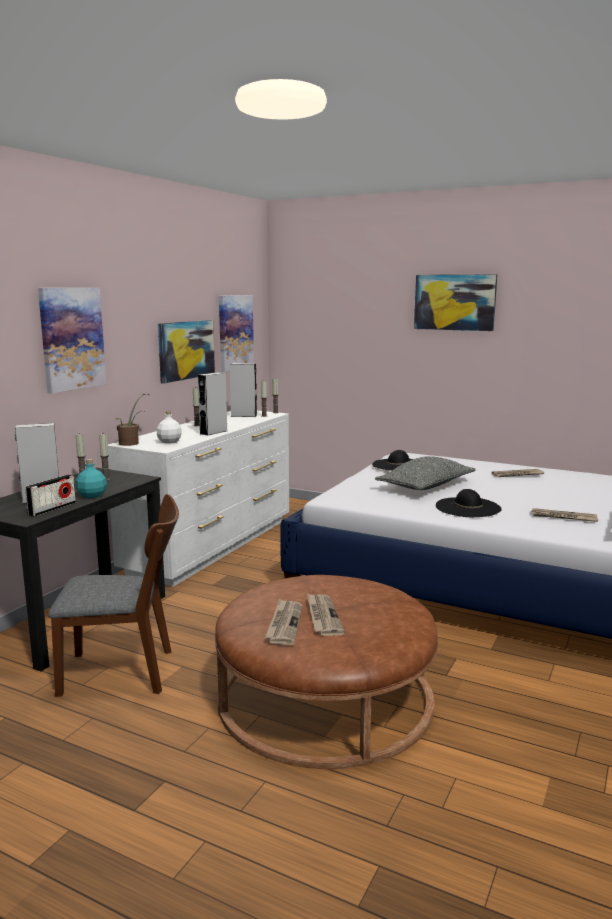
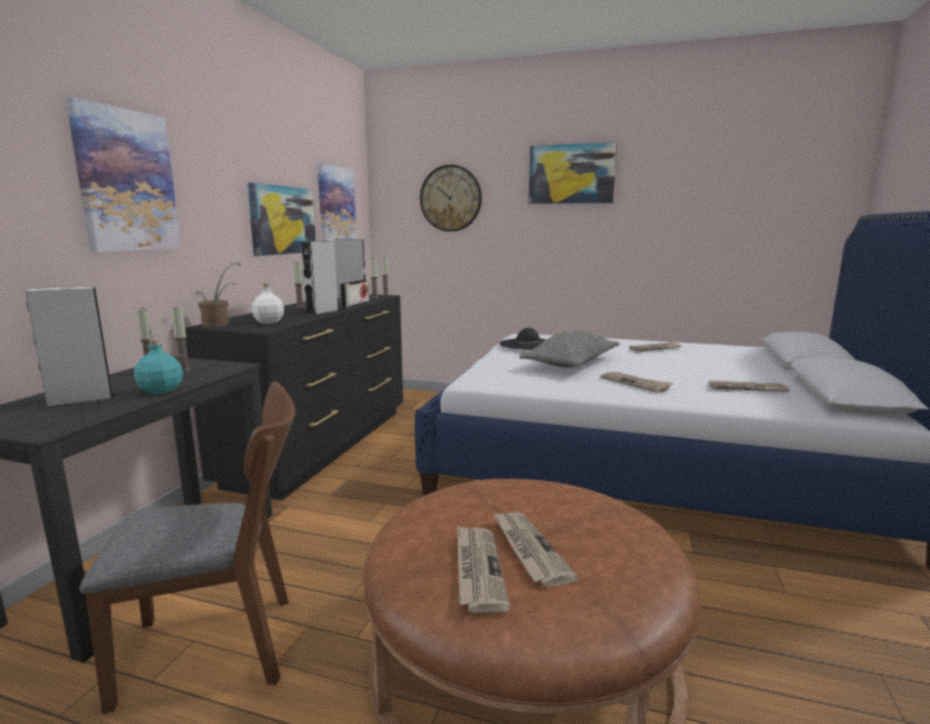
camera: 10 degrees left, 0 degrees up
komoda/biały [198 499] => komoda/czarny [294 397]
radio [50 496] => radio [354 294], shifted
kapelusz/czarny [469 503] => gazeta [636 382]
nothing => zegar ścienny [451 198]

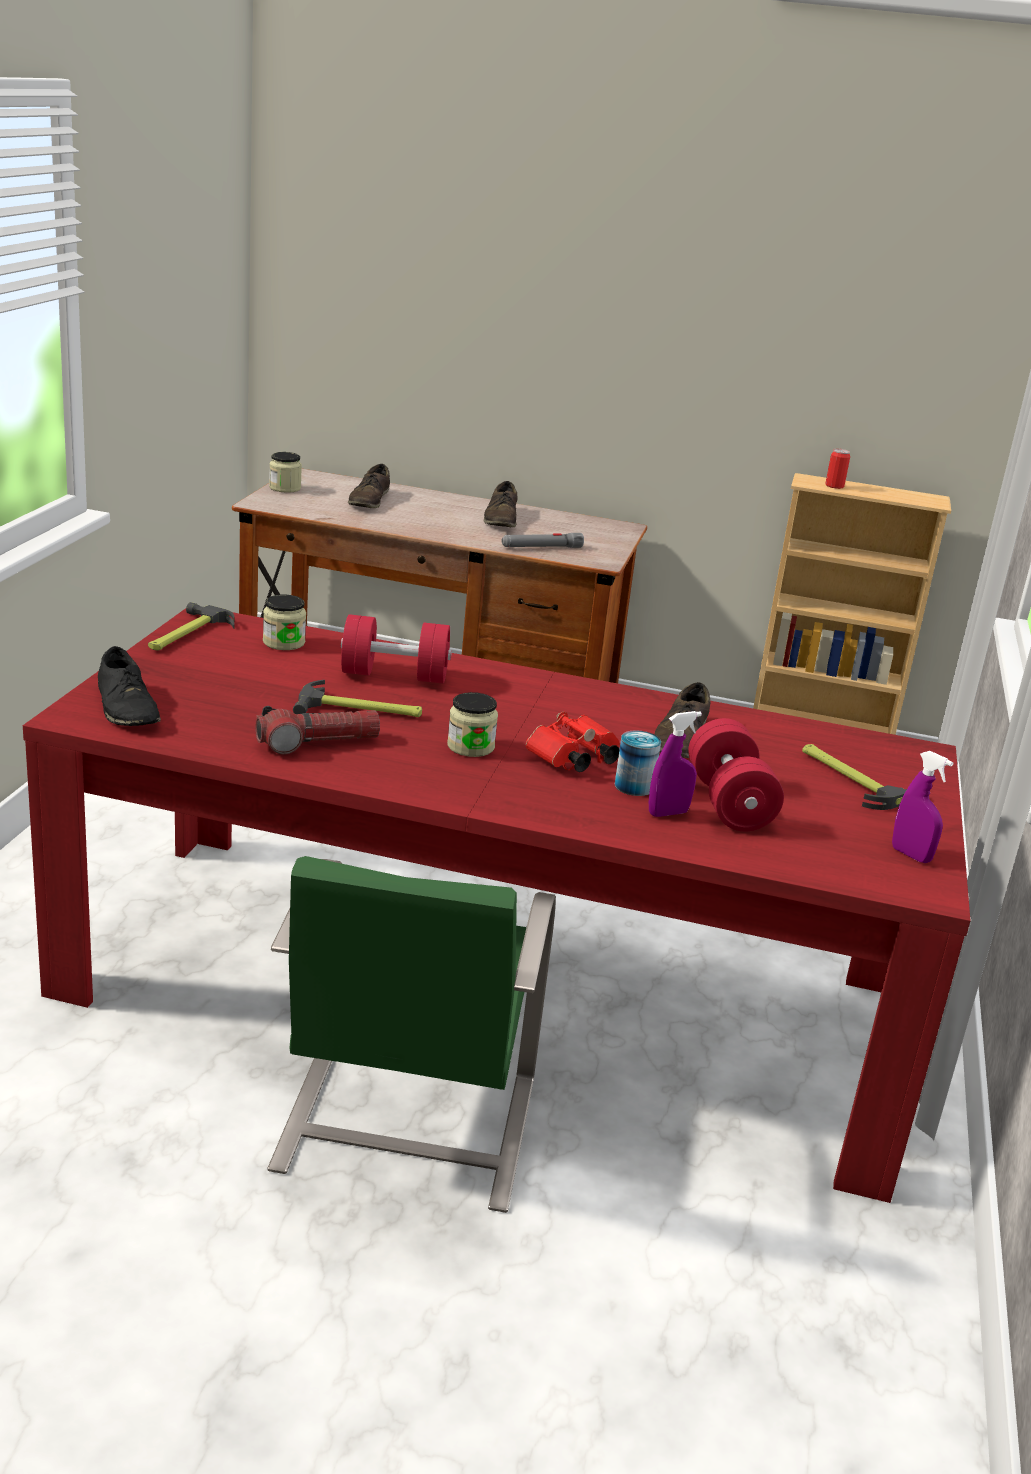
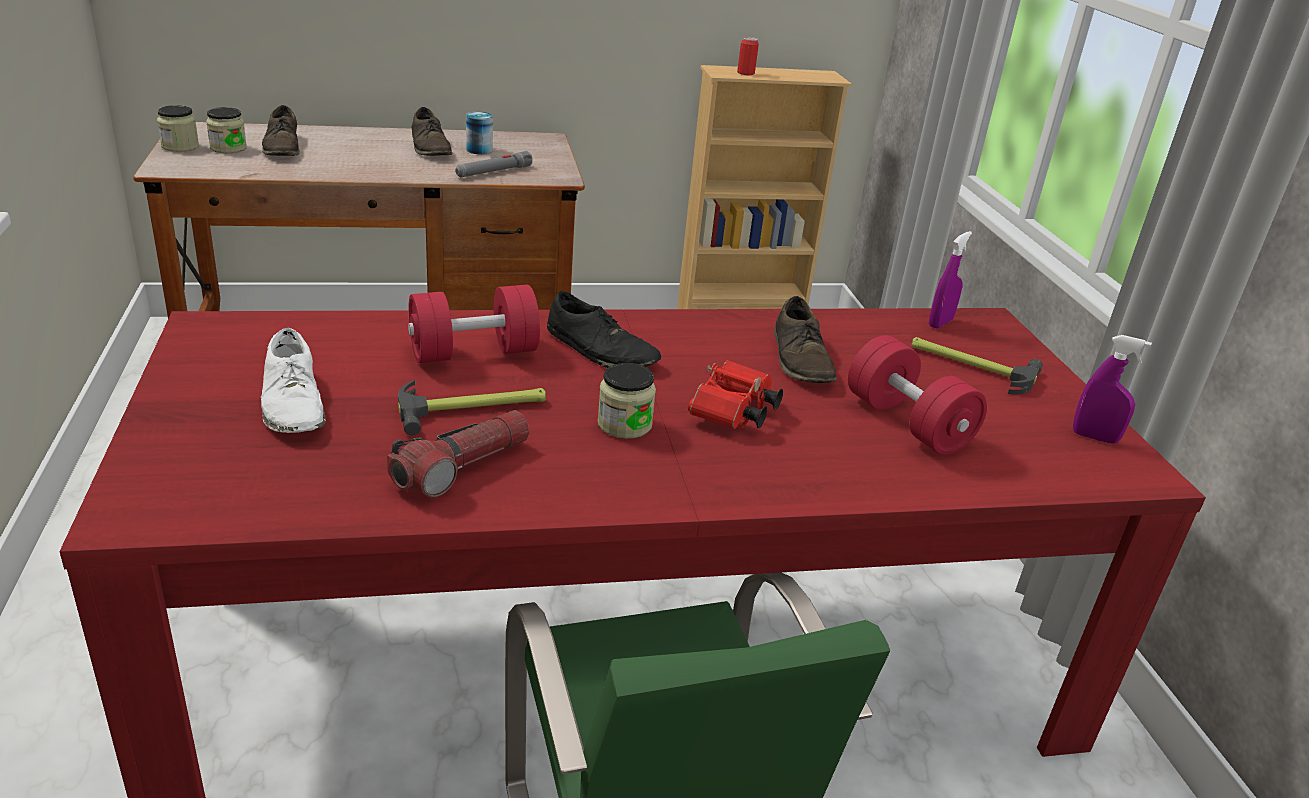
camera: 25 degrees left, 5 degrees up
słoik [284 622] => słoik [226 130], shifted
młotek [191 626] => nothing
but/czarny [129 686] => but/czarny [604 329], shifted
spryskiwacz/fioletowy [675 764] => spryskiwacz/fioletowy [950 279], shifted
puszka [638 763] => puszka [479 133], shifted
nothing => but/biały [293 380]

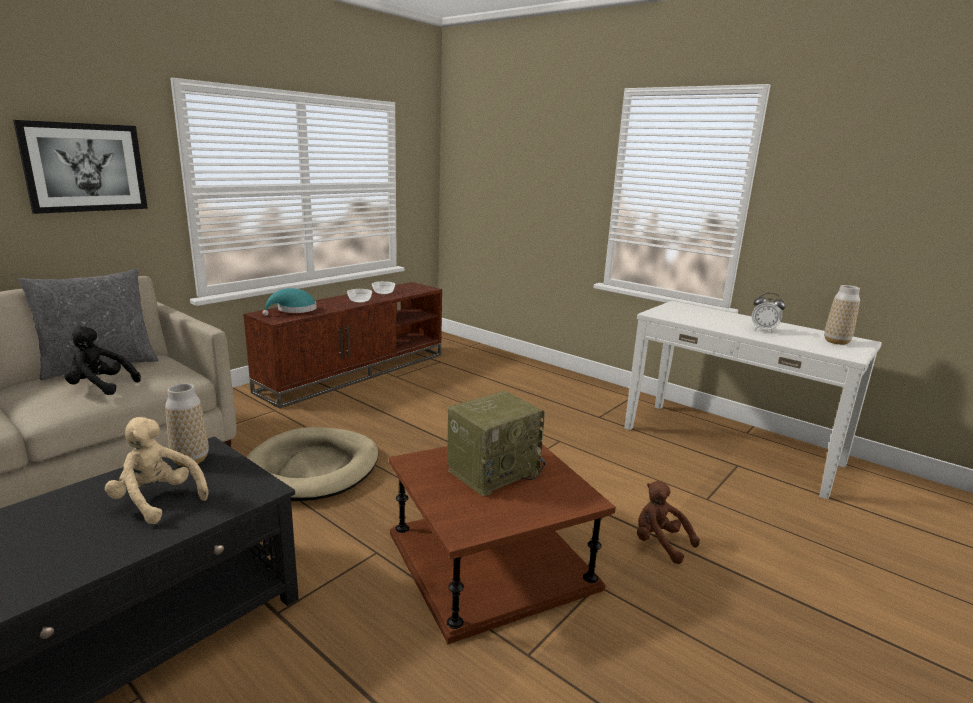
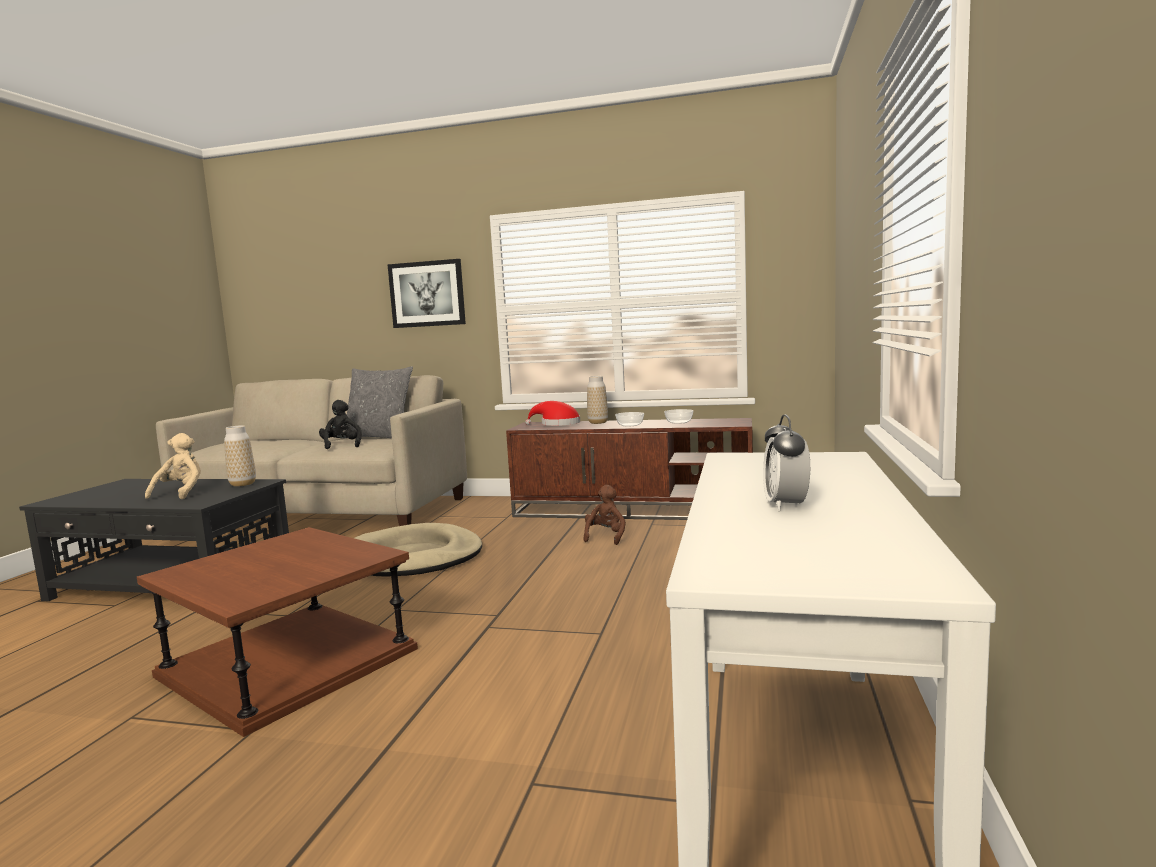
camera: 65 degrees right, 10 degrees down
wazon [842 315] => wazon [597 400], shifted
kapelusz/turkusowy [289 302] => kapelusz/czerwony [552 413]
radio [496 444] => nothing
pluszak/brązowy [668 522] => pluszak/brązowy [604 515], shifted

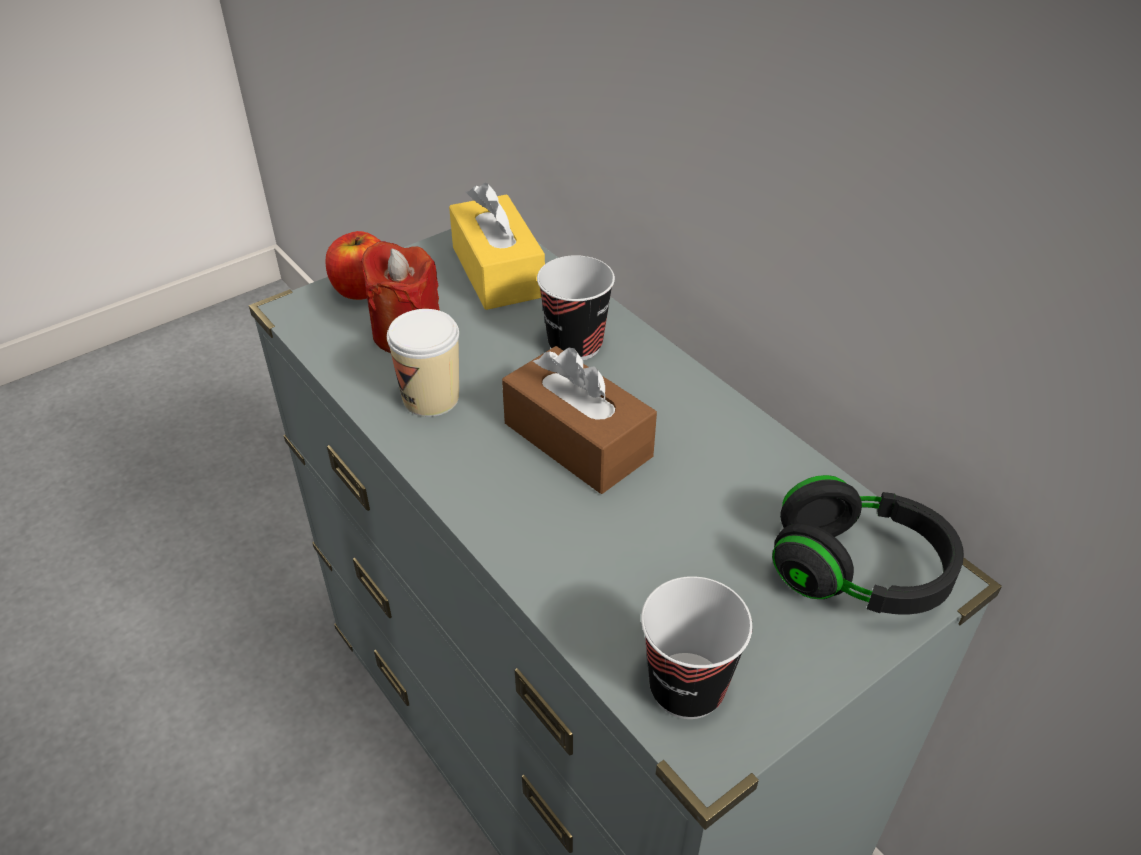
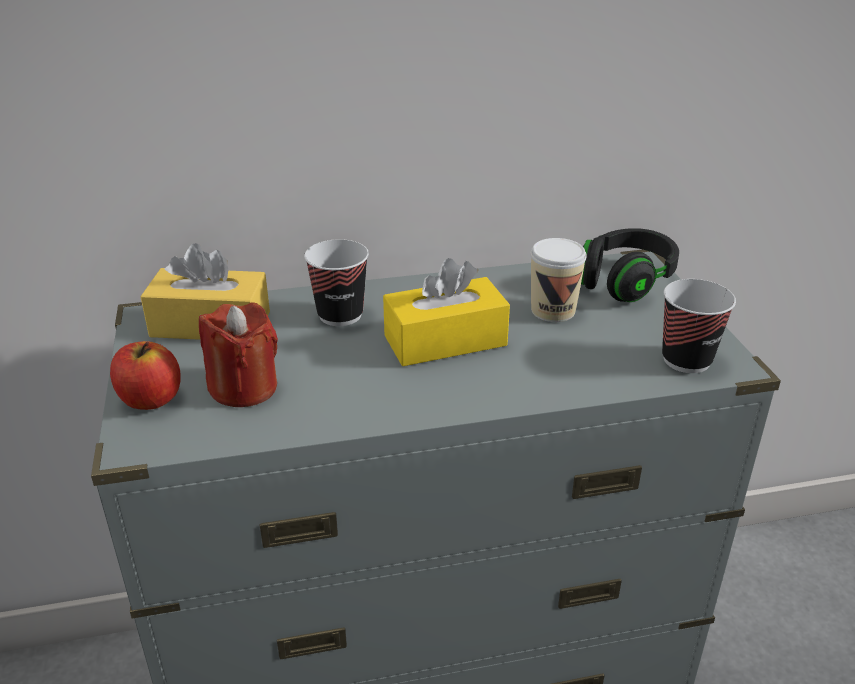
camera: 65 degrees left, 10 degrees down
filiżanka [423 363] => filiżanka [559 280], shifted
pudełko chusteczek/brązowy [579 420] => pudełko chusteczek/żółty [446 312]

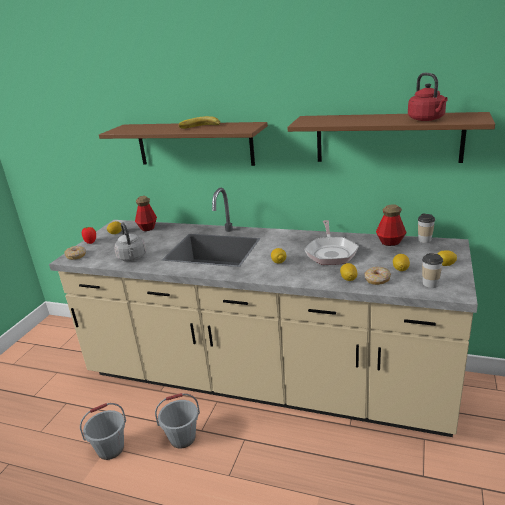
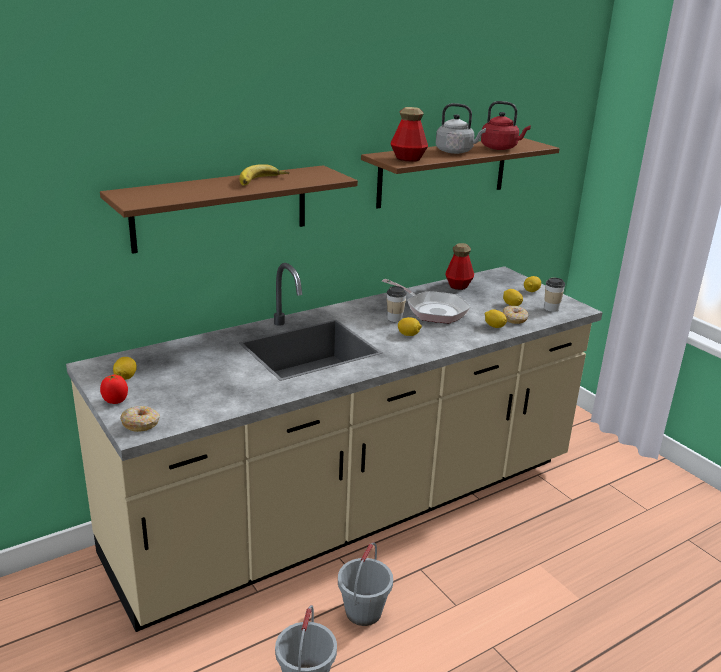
camera: 55 degrees left, 0 degrees up
butelka [146 213] => butelka [409 134], shifted
filiżanka [426 228] => filiżanka [397 304], shifted
czajnik/szary [130 241] => czajnik/szary [461 128], shifted

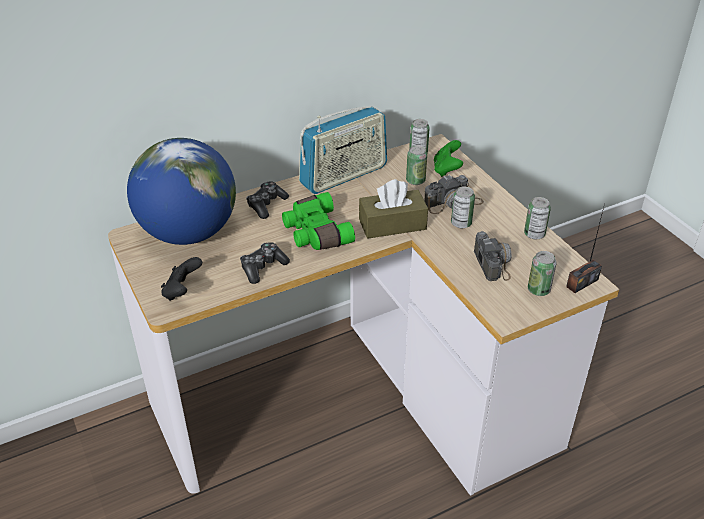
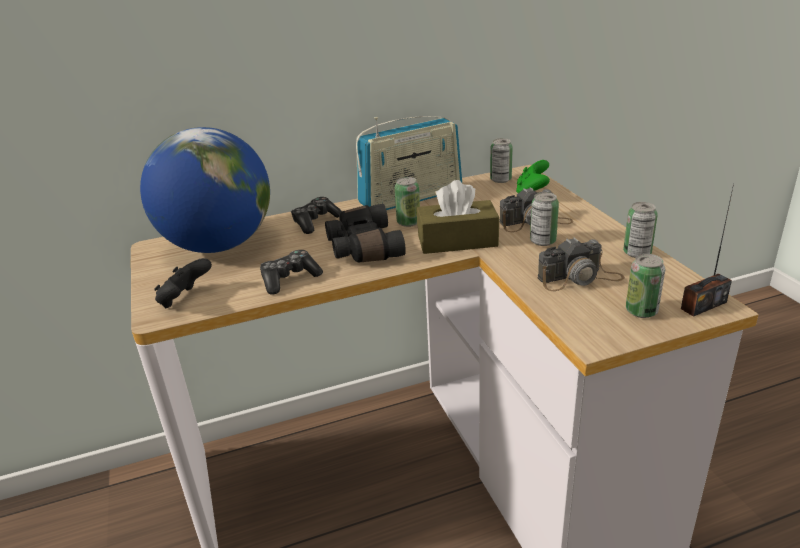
camera: 10 degrees right, 10 degrees down
puszka [416 165] => puszka [407 202], shifted
lornetka/zielony [318 221] => lornetka/czarny [365 233]
aparat fotograficzny [493 256] => aparat fotograficzny [581 264], 75 degrees clockwise

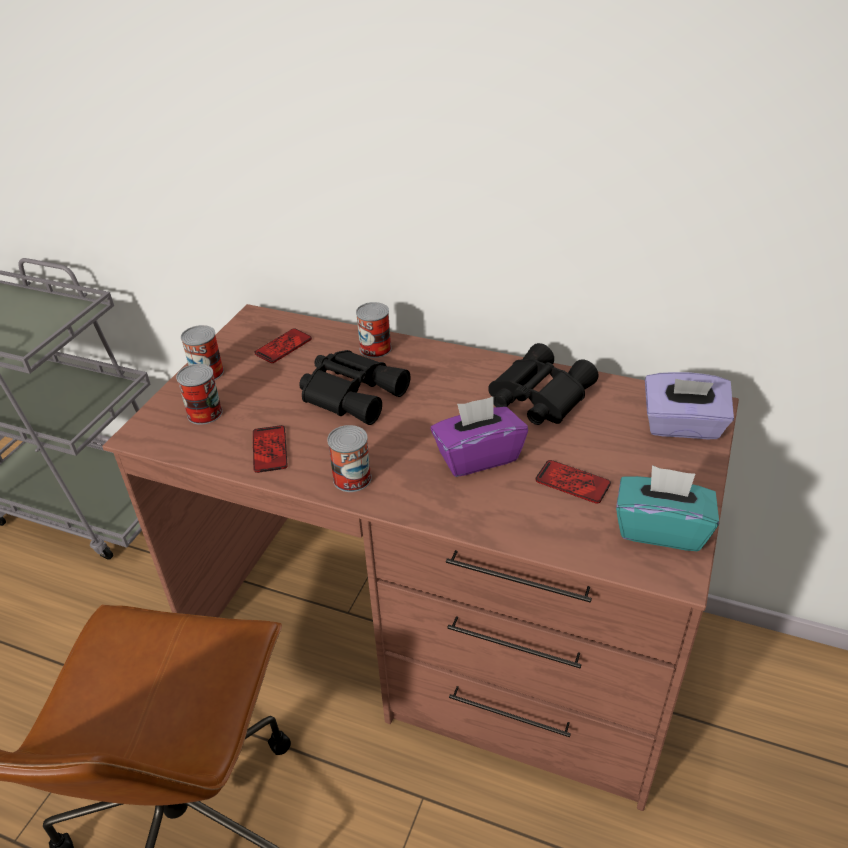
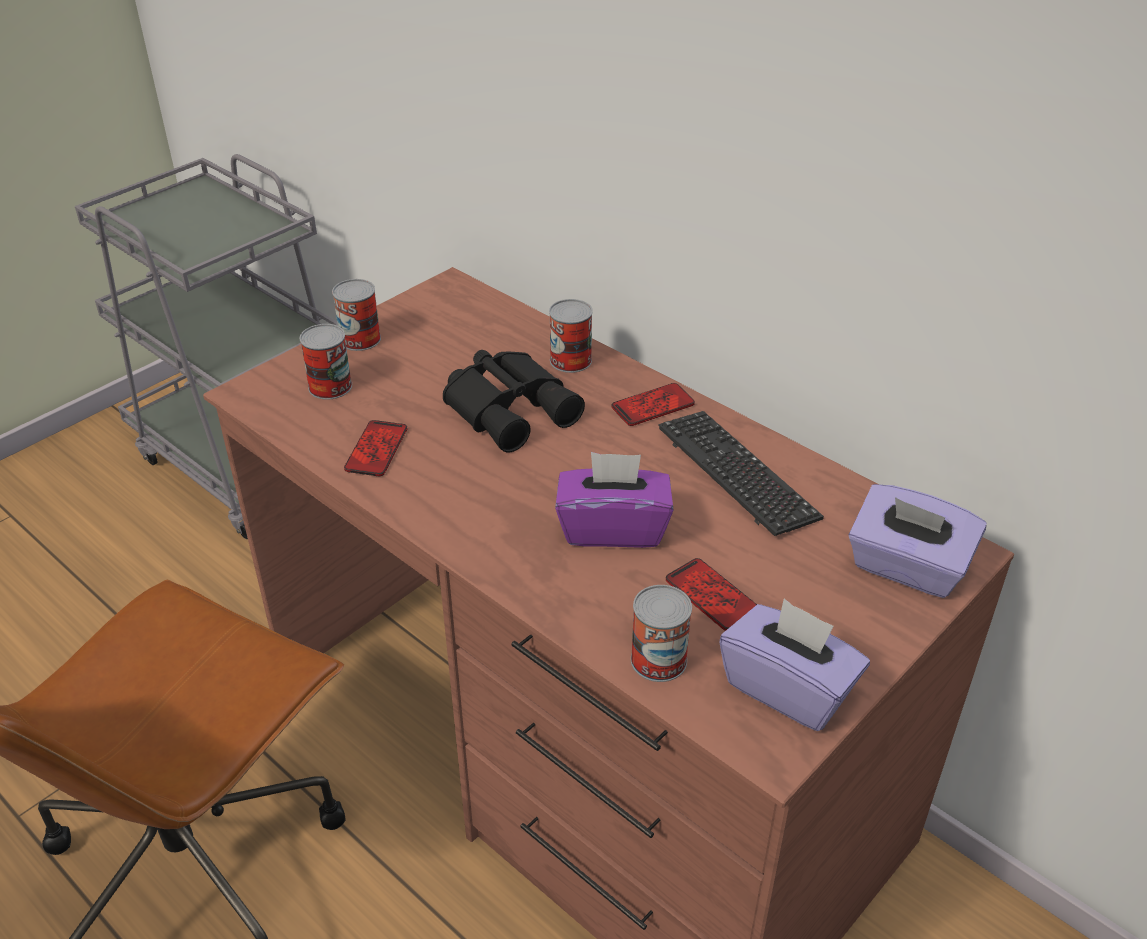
camera: 20 degrees right, 0 degrees up
telefon [283 345] => telefon [653 404], shifted
lornetka/czarny [543 384] => klawiatura [741 473]
puszka [349 458] => puszka [661 633], shifted
pudełko chusteczek/turkusowy [667 508] => pudełko chusteczek/fioletowy [794 664]

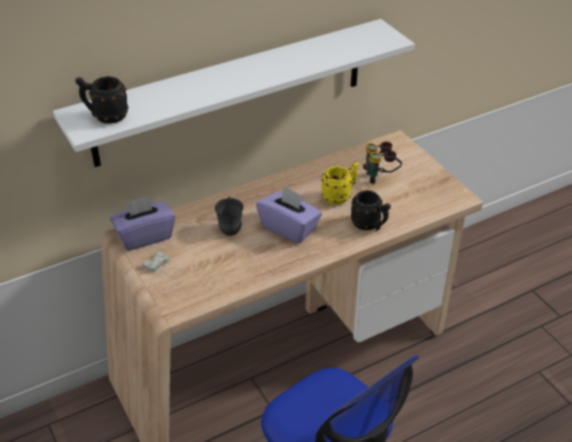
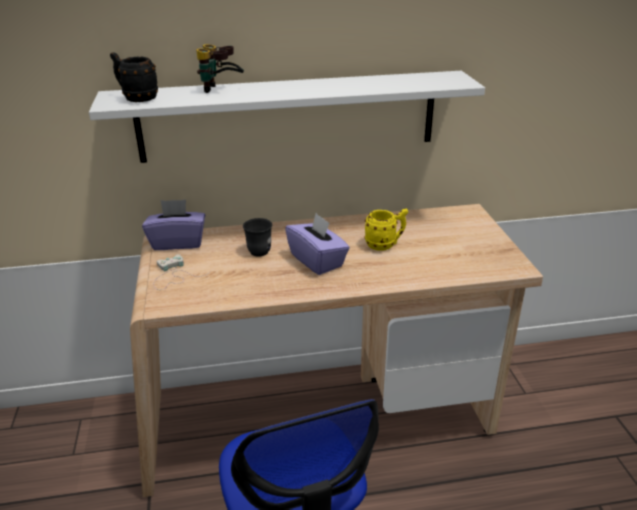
camera: 20 degrees right, 10 degrees down
lornetka [382 163] => lornetka [220 68], shifted
kubek/czarny [371 210] => nothing

